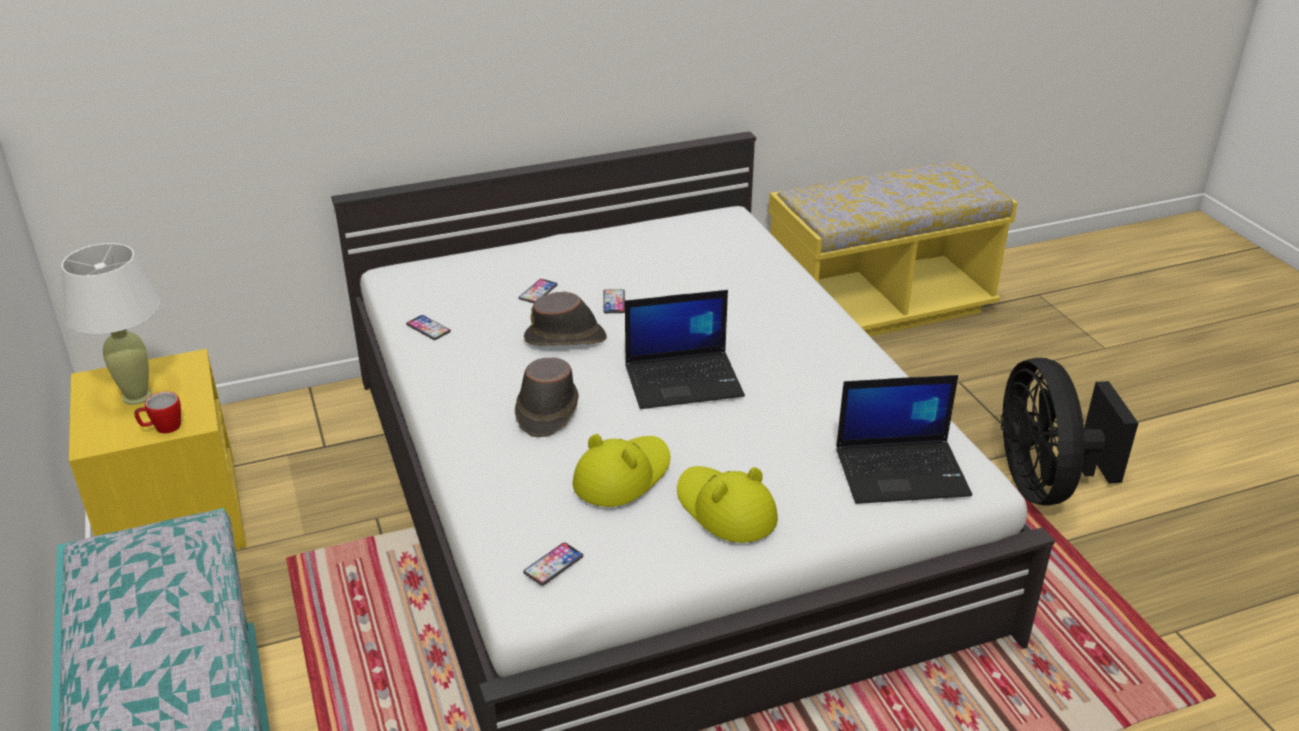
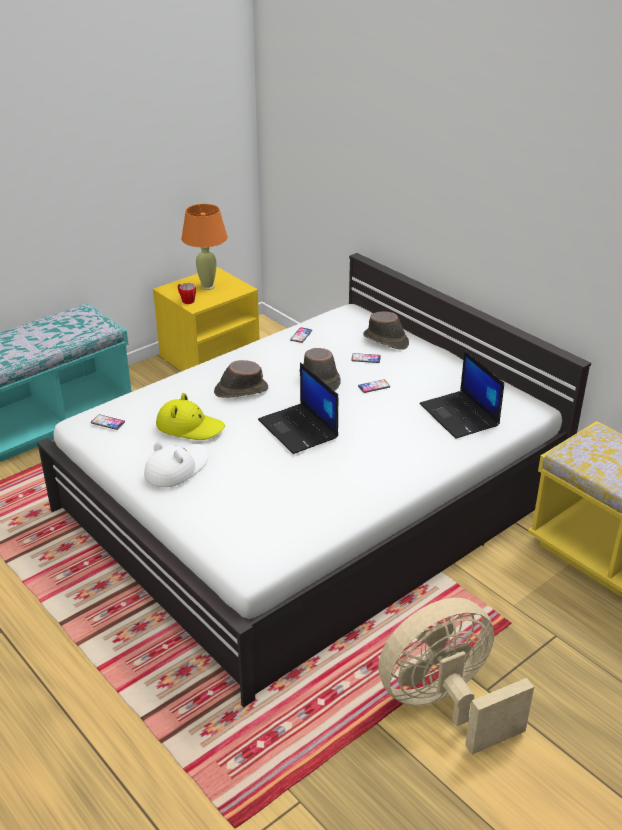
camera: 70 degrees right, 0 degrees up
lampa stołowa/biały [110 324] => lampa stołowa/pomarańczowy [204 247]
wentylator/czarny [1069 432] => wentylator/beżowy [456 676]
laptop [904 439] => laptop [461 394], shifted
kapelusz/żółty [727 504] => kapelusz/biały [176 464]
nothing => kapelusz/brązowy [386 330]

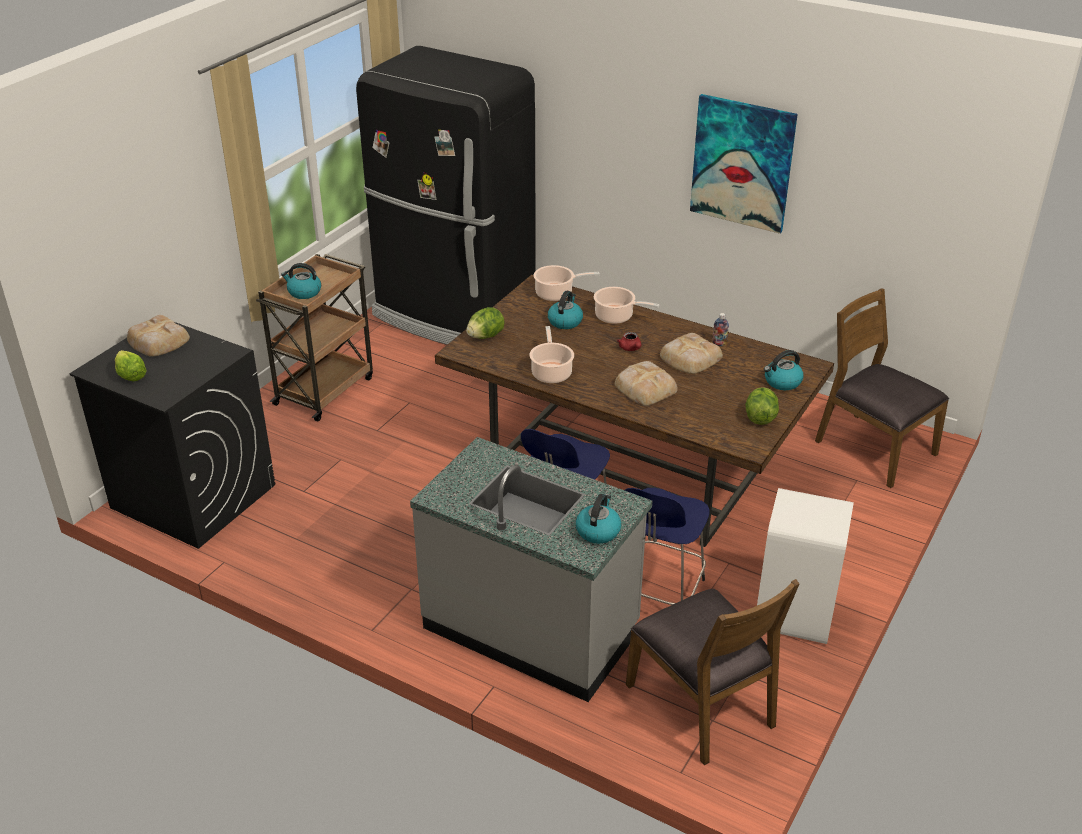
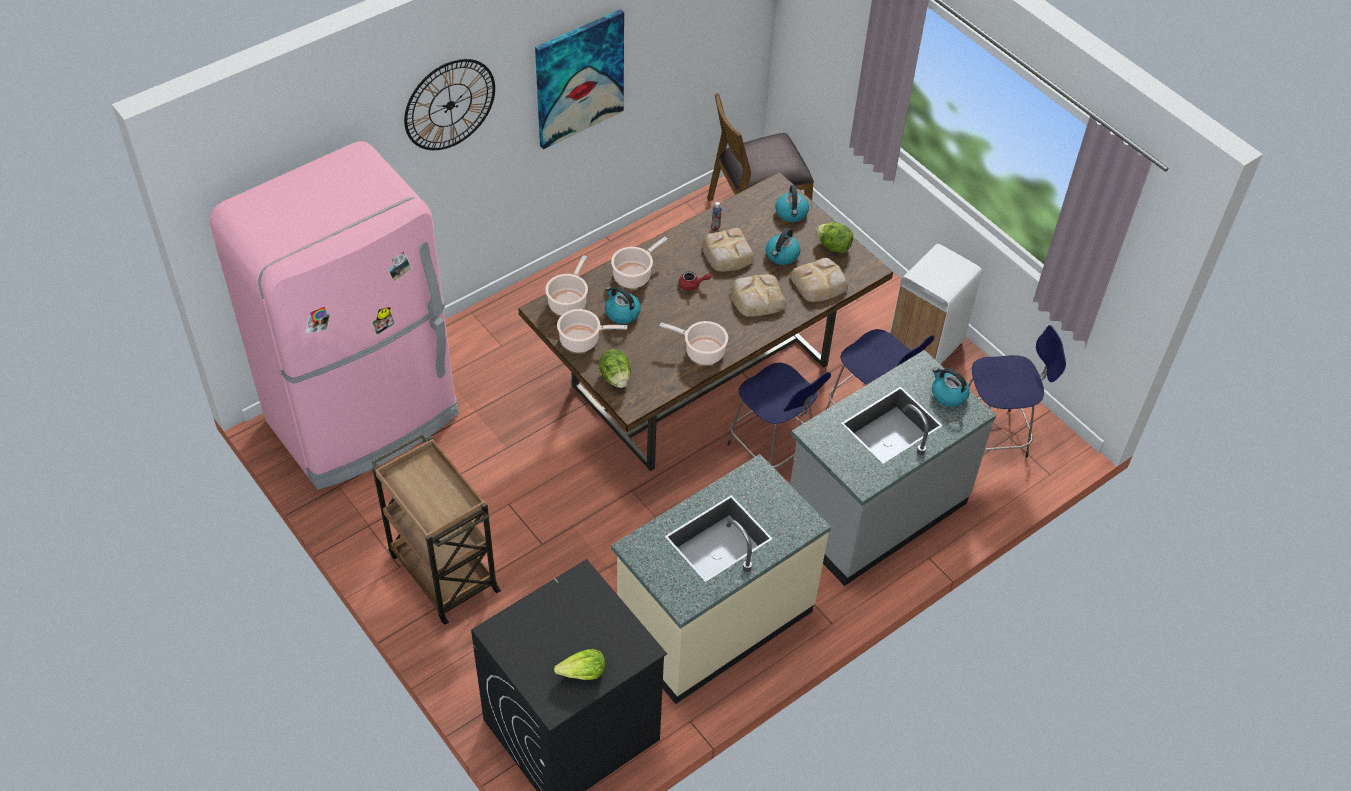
camera: 70 degrees left, 15 degrees up
lodówka/czarny [446 195] => lodówka/różowy [334 315]
czajnik [301 281] => czajnik [783 246], shifted
chleb [158 336] => chleb [819 280], shifted
krzesło/brązowy [713 672] => stołek/niebieski [1017 391]
nothing => zegar ścienny [449 104]
nothing => garnek [592 330]
nothing => zabudowa kuchenna/beżowy [721 579]

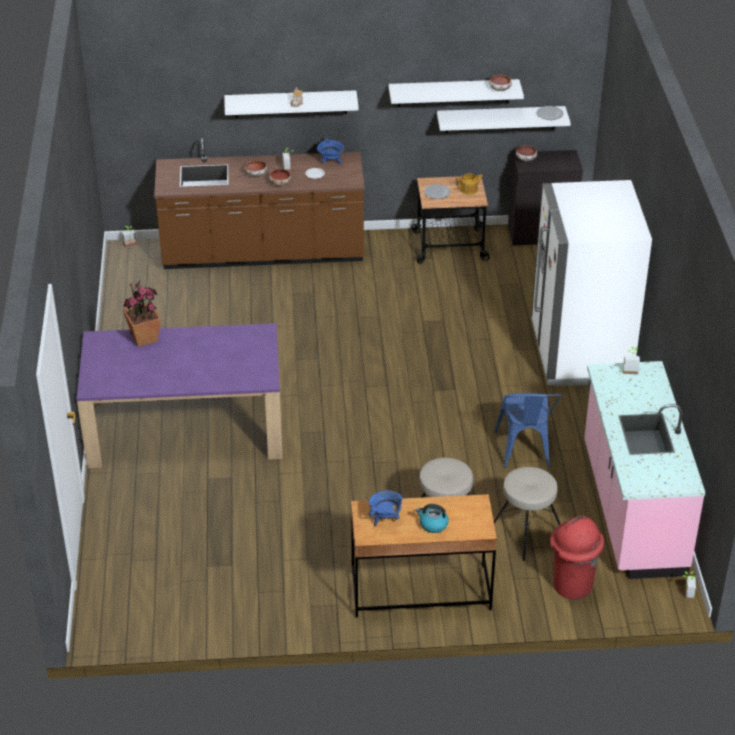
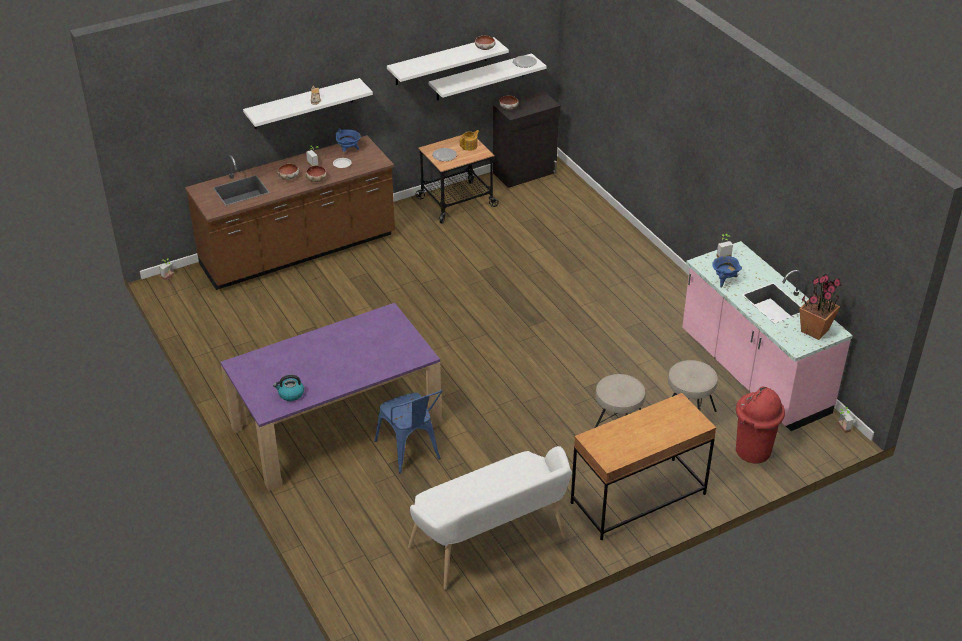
camera: 25 degrees left, 0 degrees up
lodówka/biały [591 283] => nothing
roślina doniczkowa [142 314] => roślina doniczkowa [820 307], shifted
krzesło/niebieski [527 430] => krzesło/niebieski [408 431], shifted
garnek/niebieski [386 508] => garnek/niebieski [727 271], shifted
czajnik [432 518] => czajnik [288 388], shifted
nothing => ławka/biały [490 518]

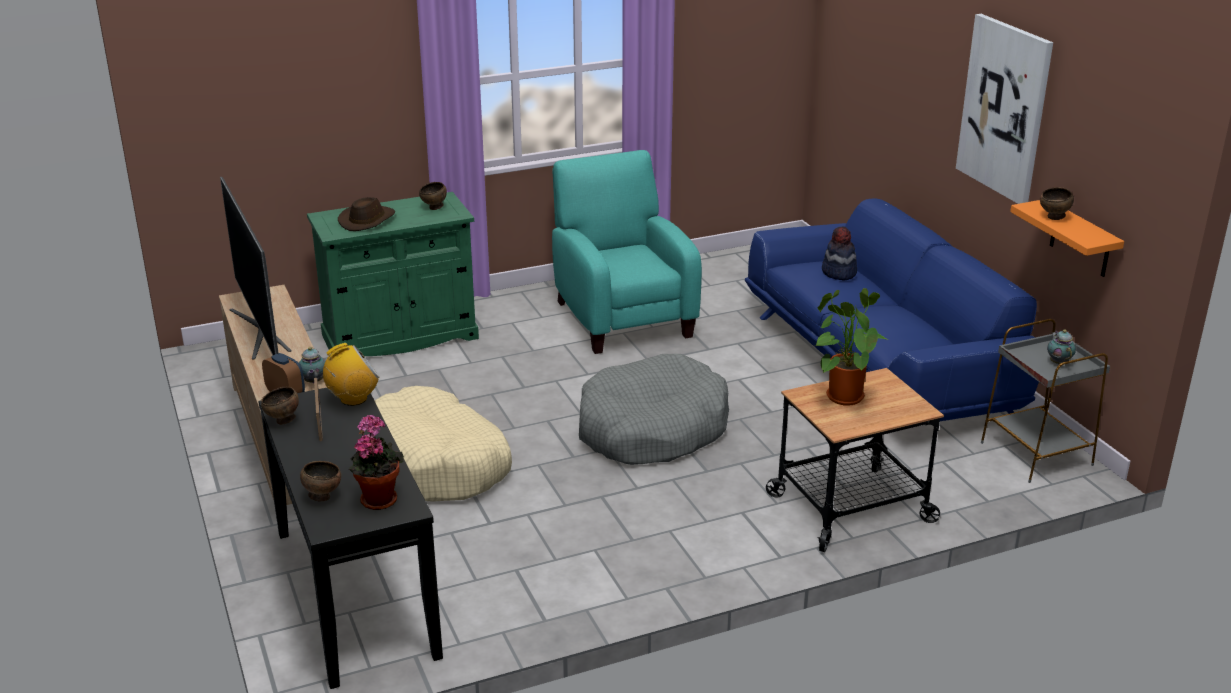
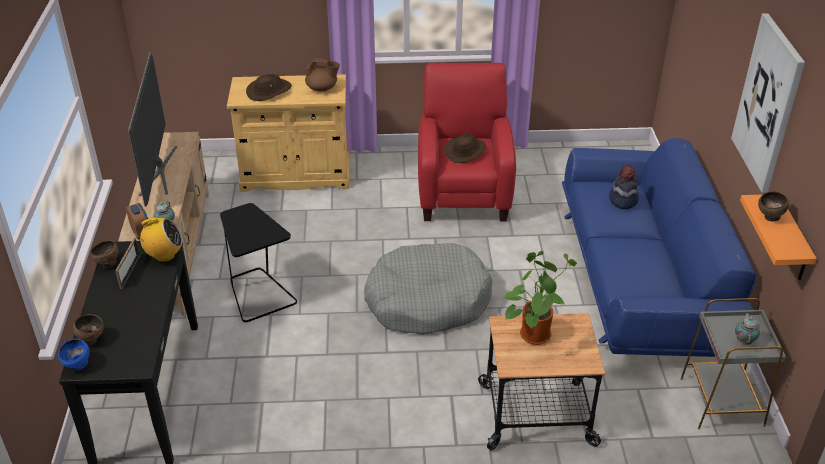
camera: 20 degrees right, 10 degrees up
fotel/turkusowy [627 252] => fotel/czerwony [467 142]
miska/brązowy [433 196] => imbryk/brązowy [322 75]
szafka/zielony [393 274] => szafka/beżowy [288 133]
legowisko/beżowy [443 444] => stolik/czarny [258 262]
roślina doniczkowa [376 462] => nothing
nothing => kapelusz/brązowy [465 148]
nothing => miska/niebieski [74 354]

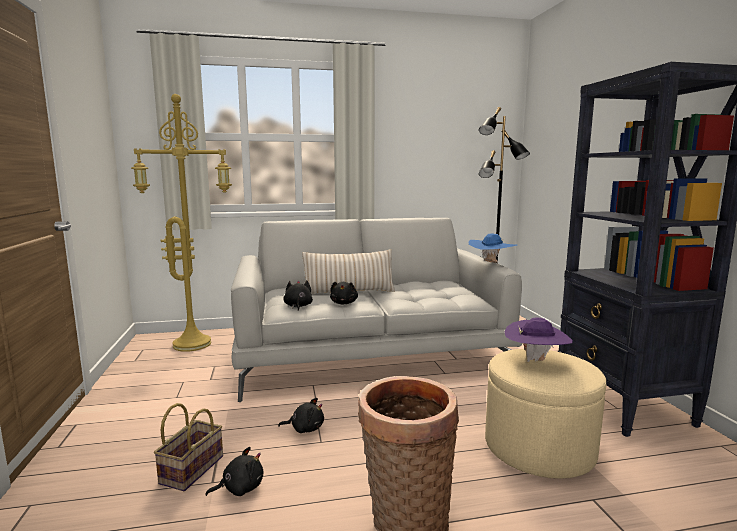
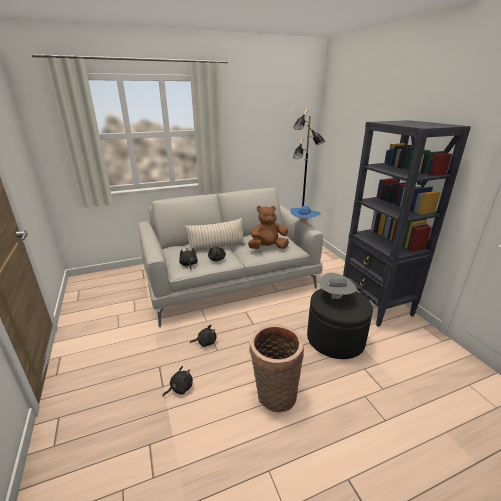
camera: 10 degrees left, 15 degrees up
lampa stojąca/żółty [181 223] => nothing
kapelusz/fioletowy [539 339] => kapelusz/szary [338 285]
pufa/beżowy [545 414] => pufa/czarny [340 323]
koszyk [188 447] => nothing
nothing => pluszak/brązowy [268 227]

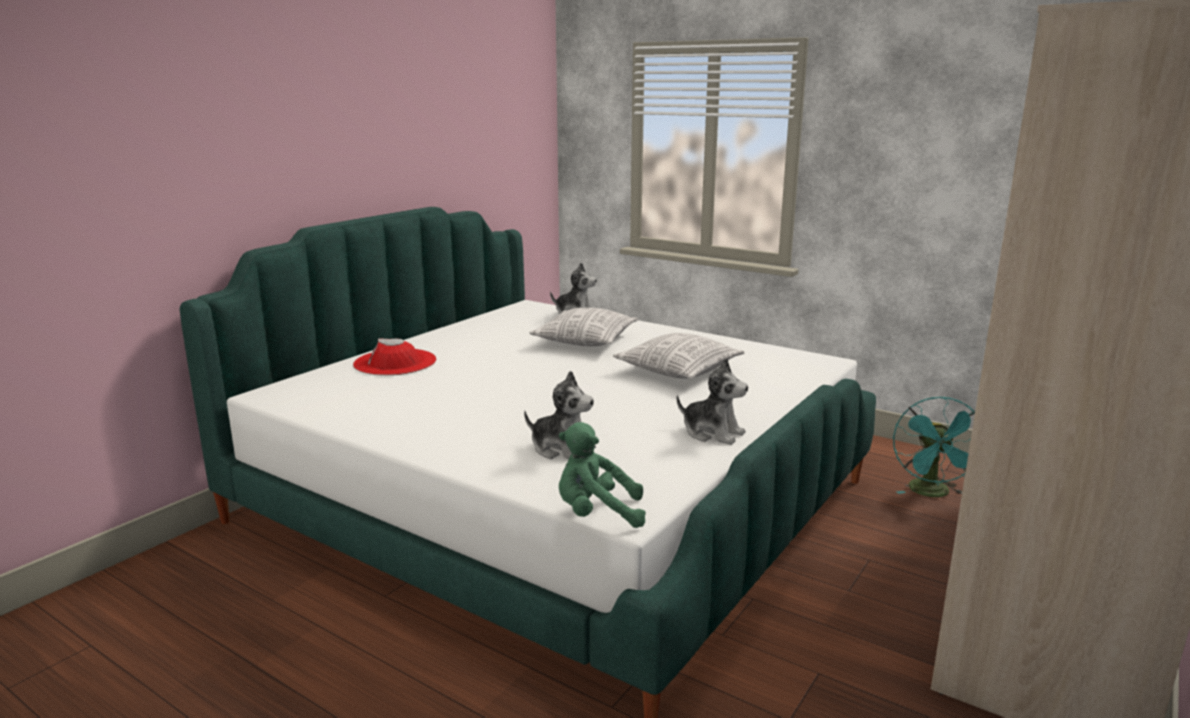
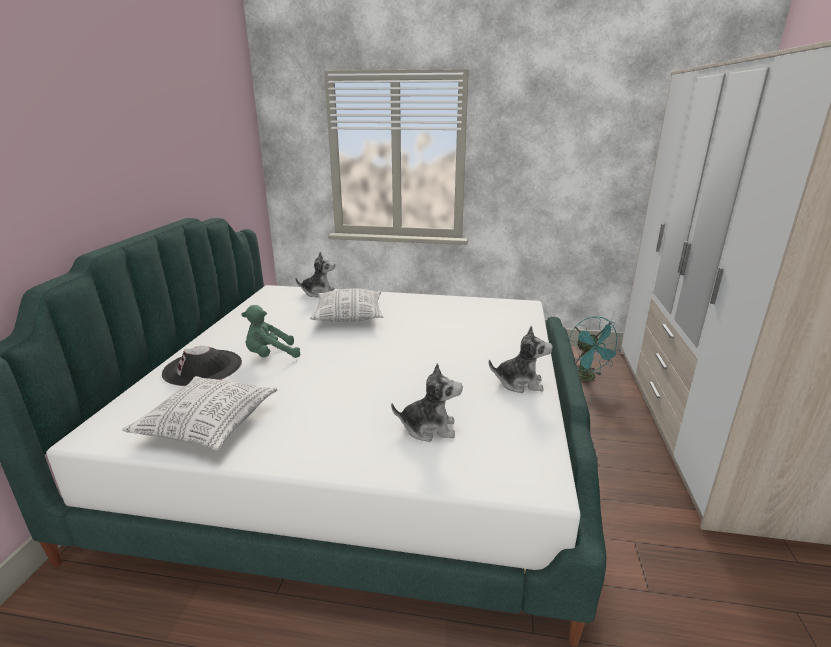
camera: 25 degrees left, 5 degrees up
poduszka [678 356] => poduszka [199 413], shifted
kapelusz/czerwony [394 357] => kapelusz/czarny [202 366]
pluszak/zielony [602 475] => pluszak/zielony [270 331], shifted

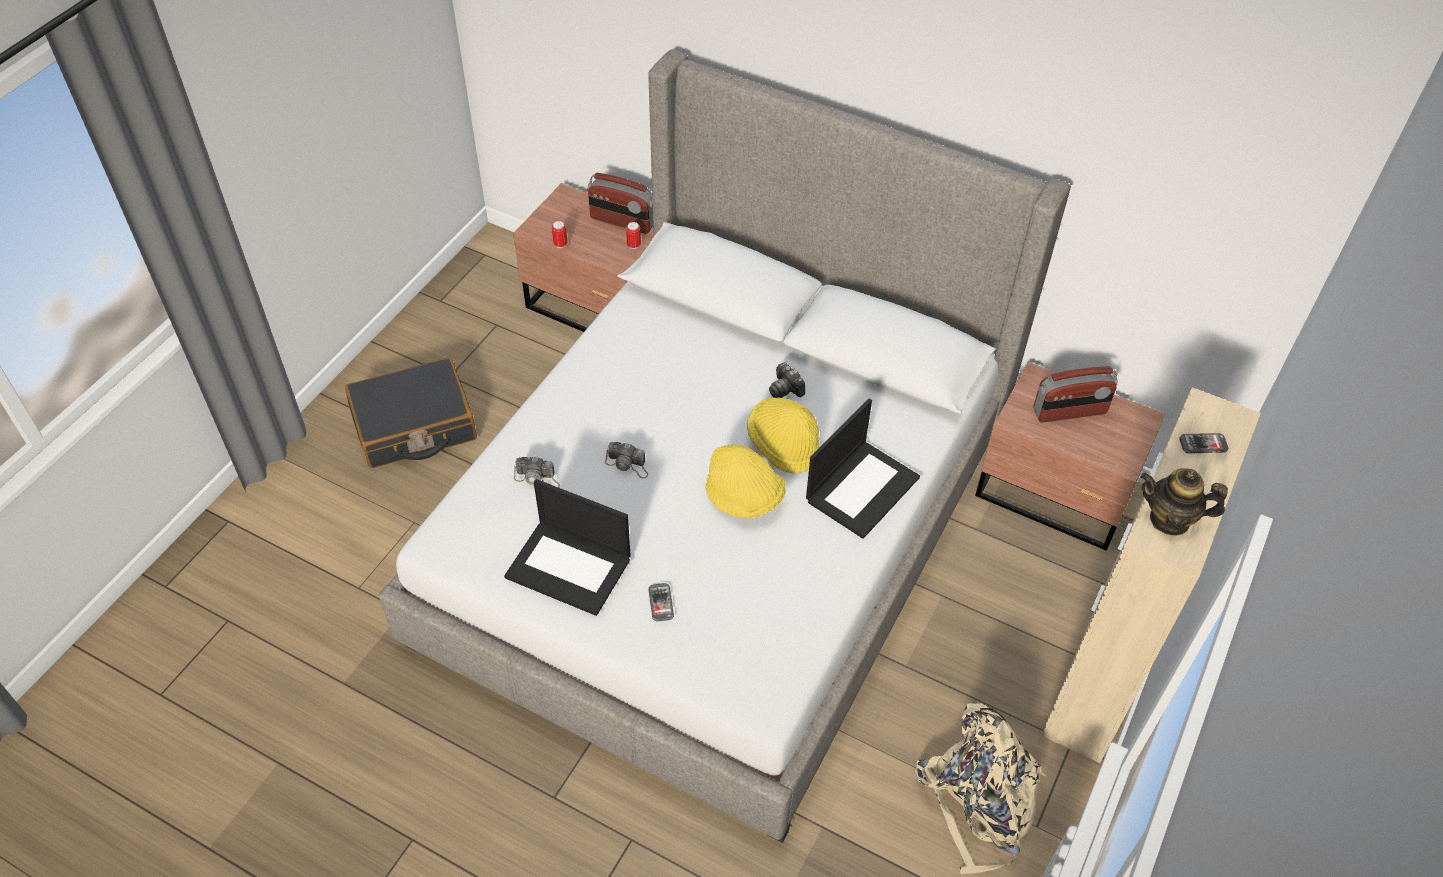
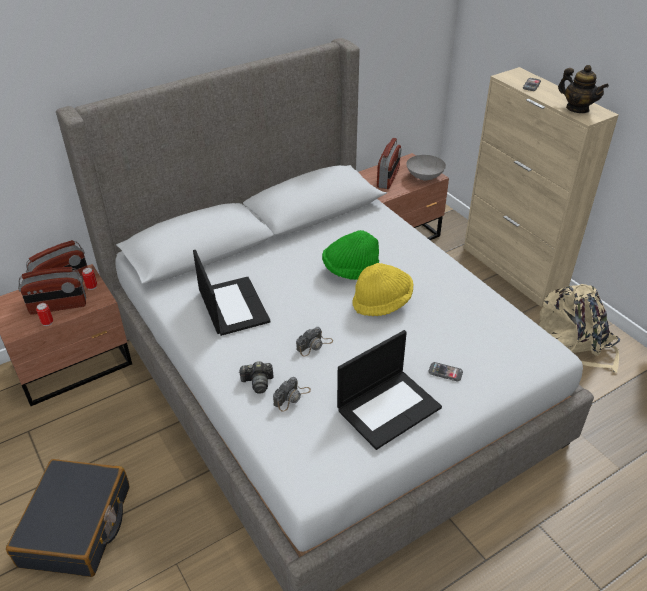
camera: 60 degrees left, 10 degrees down
aparat fotograficzny [787 380] => aparat fotograficzny [256 377], shifted
kapelusz/żółty [783 435] => kapelusz/zielony [350 255]
laptop [863 468] => laptop [231 293], shifted
imbryk [1184 502] => imbryk [583 89], 90 degrees counterclockwise
nothing => miska/szary [426 167]
nothing => radio [52 291]

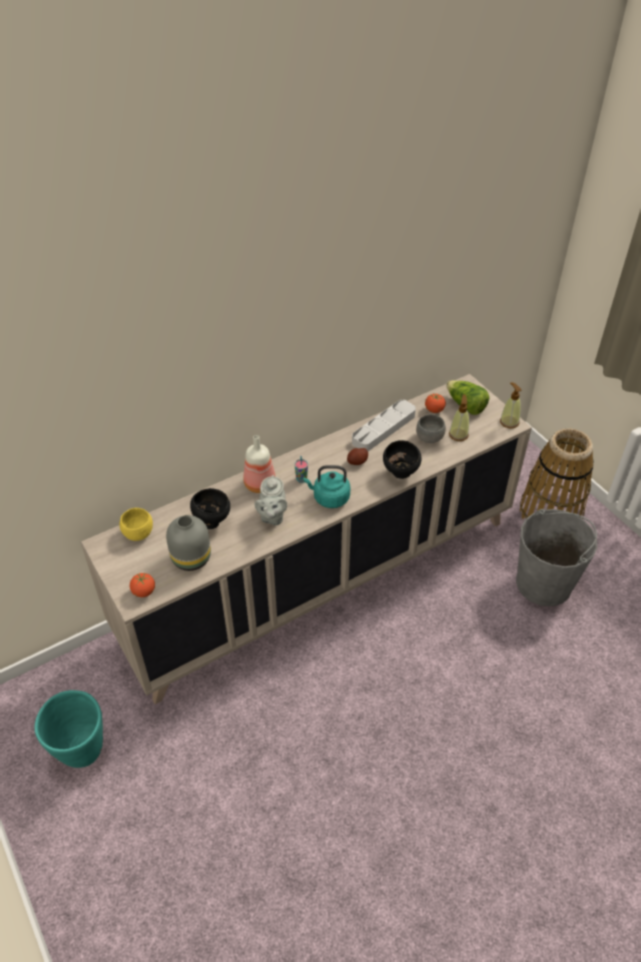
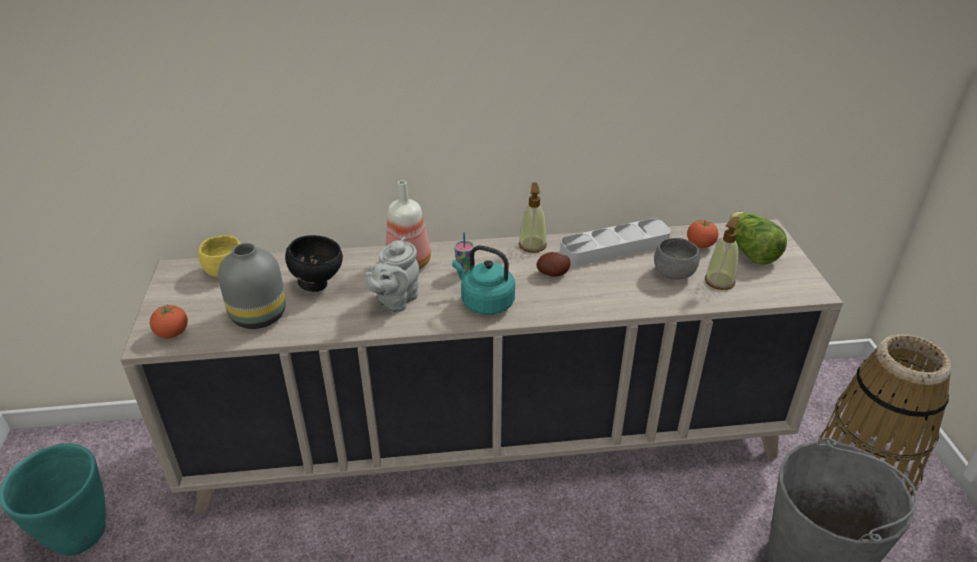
camera: 25 degrees right, 10 degrees down
dozownik mydła [511 405] => dozownik mydła [533 217], shifted
miska/czarny [402 459] => nothing

